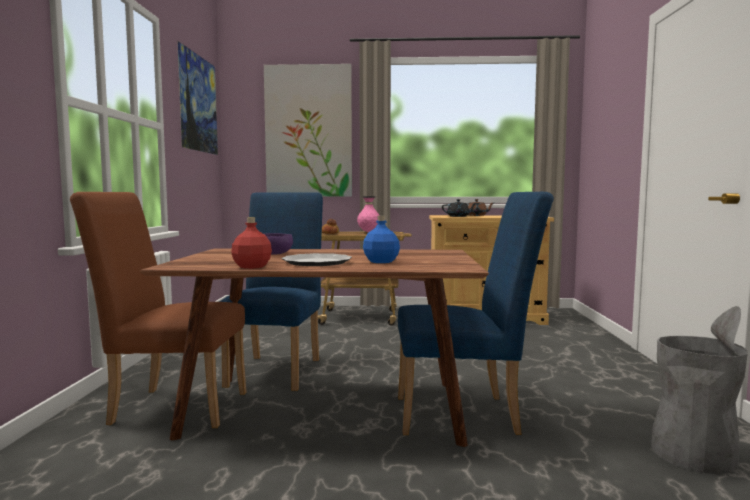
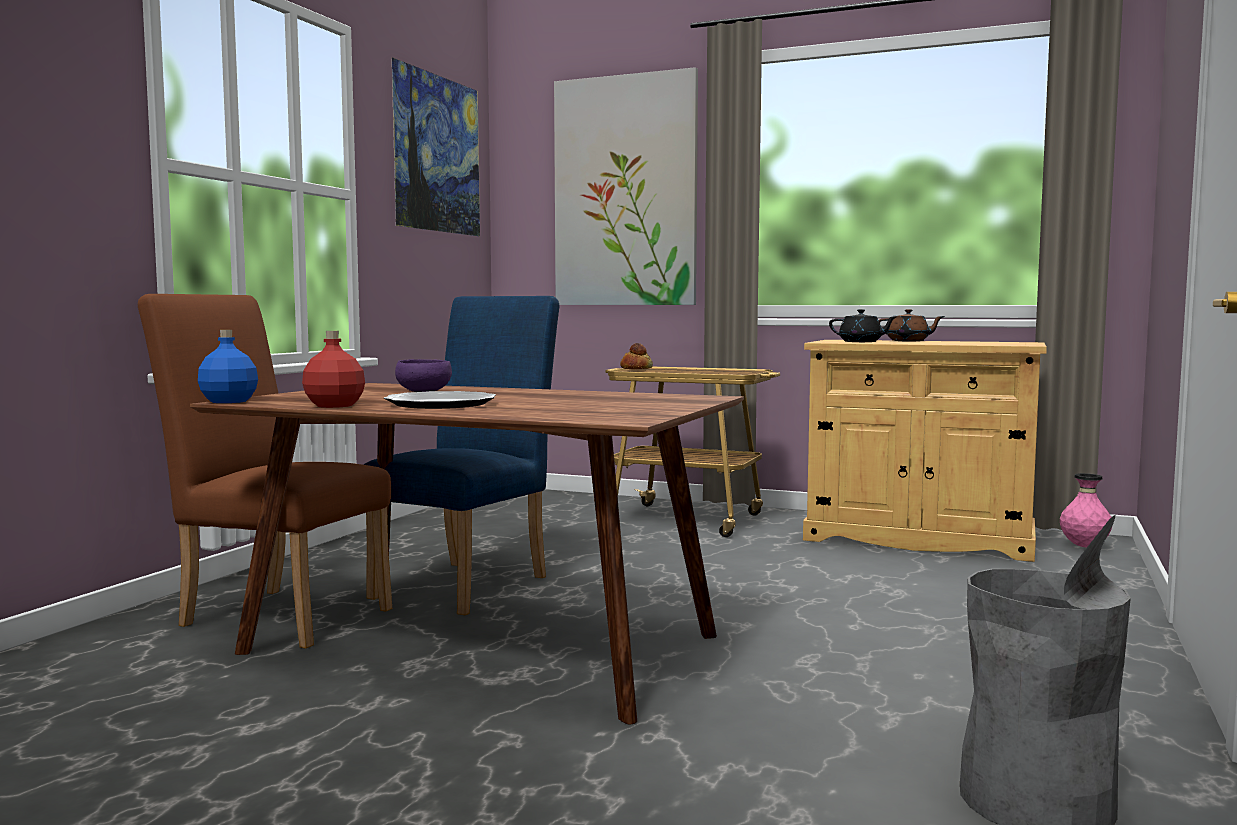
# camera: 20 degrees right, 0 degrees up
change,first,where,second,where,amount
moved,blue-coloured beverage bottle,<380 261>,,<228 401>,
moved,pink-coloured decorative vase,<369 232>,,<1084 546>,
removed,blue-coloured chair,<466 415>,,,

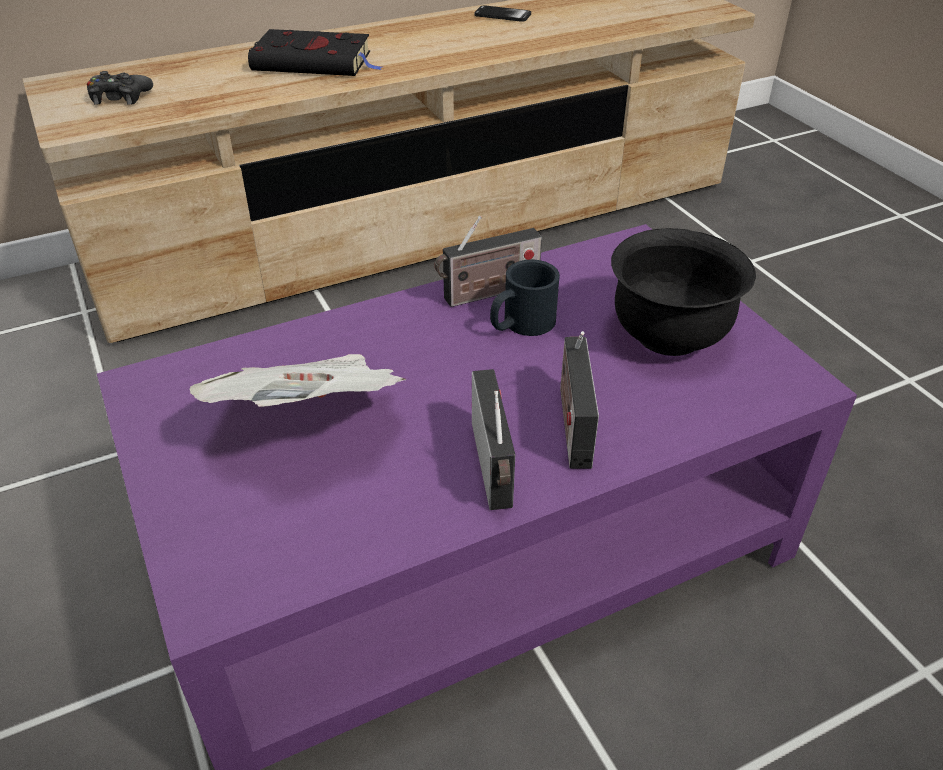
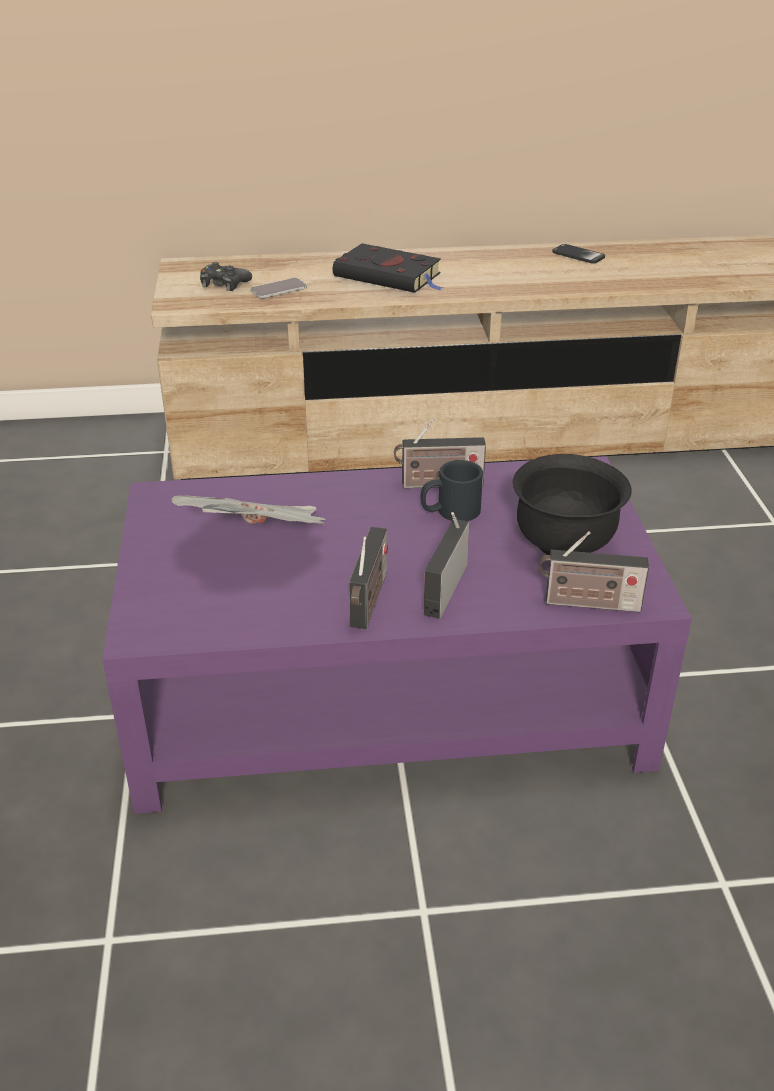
# camera: 20 degrees right, 5 degrees down
change,first,where,second,where,amount
added,,,phone,<278 289>,
added,,,radio set,<587 603>,

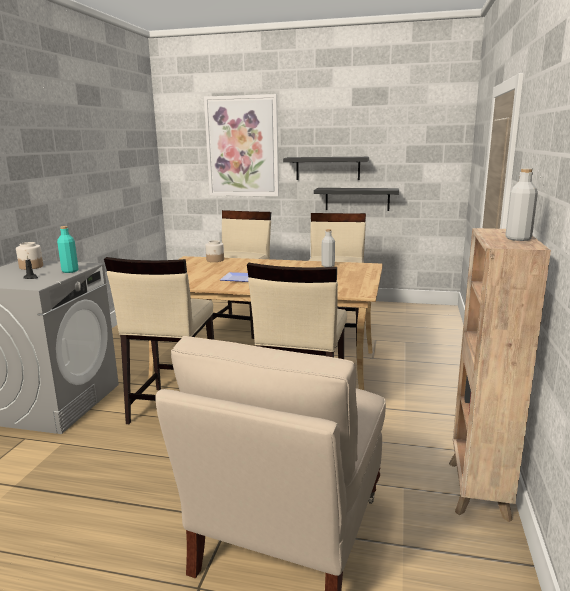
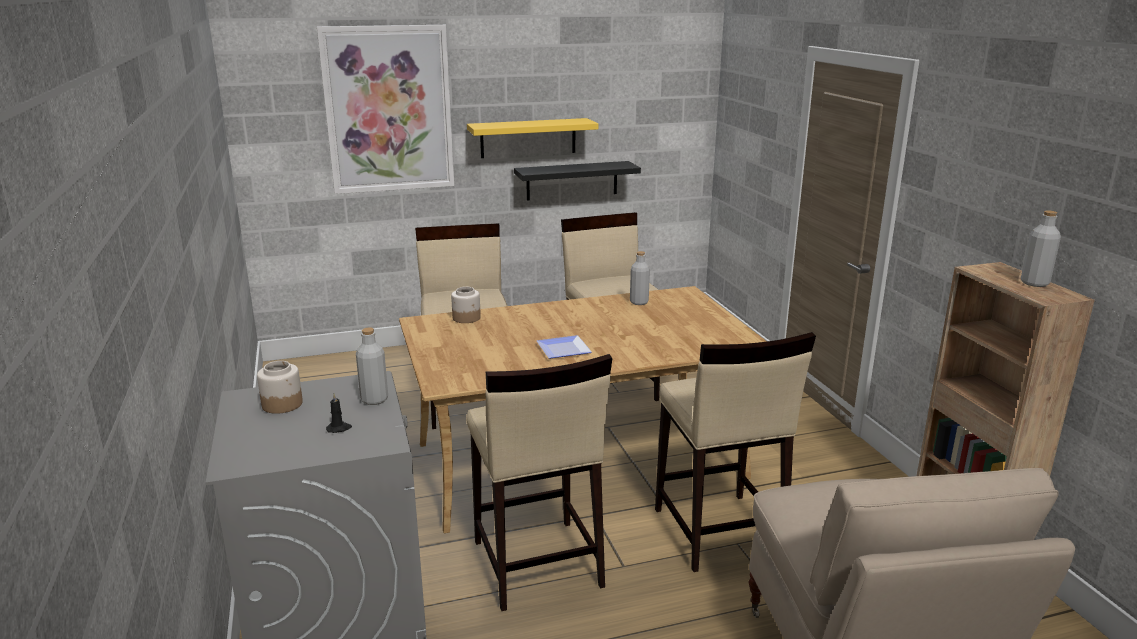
# camera: 30 degrees left, 5 degrees up
change,first,where,second,where,amount
recoloured,turquoise beverage bottle,<70 271>,grey beverage bottle,<374 399>,
recoloured,black-coloured bracket shelf,<327 168>,yellowish bracket shelf,<528 138>,

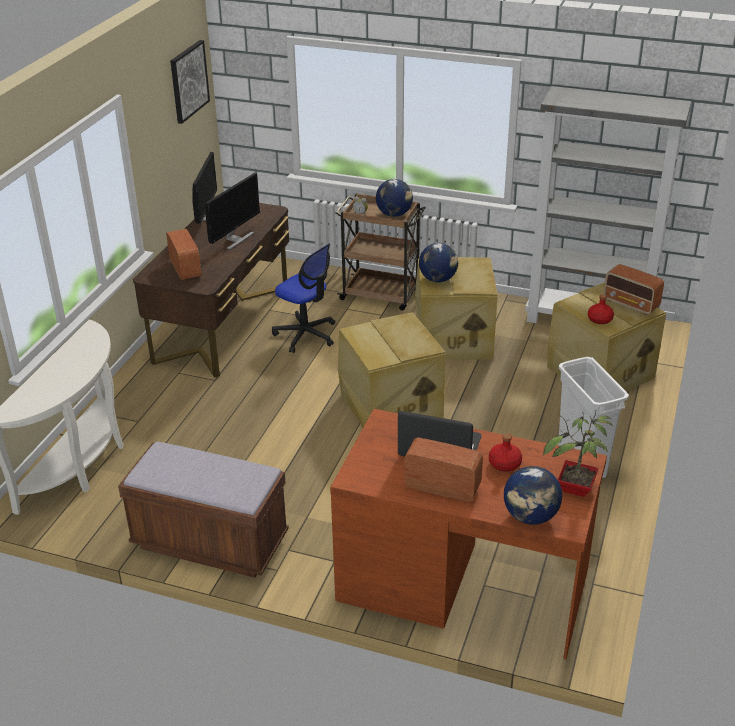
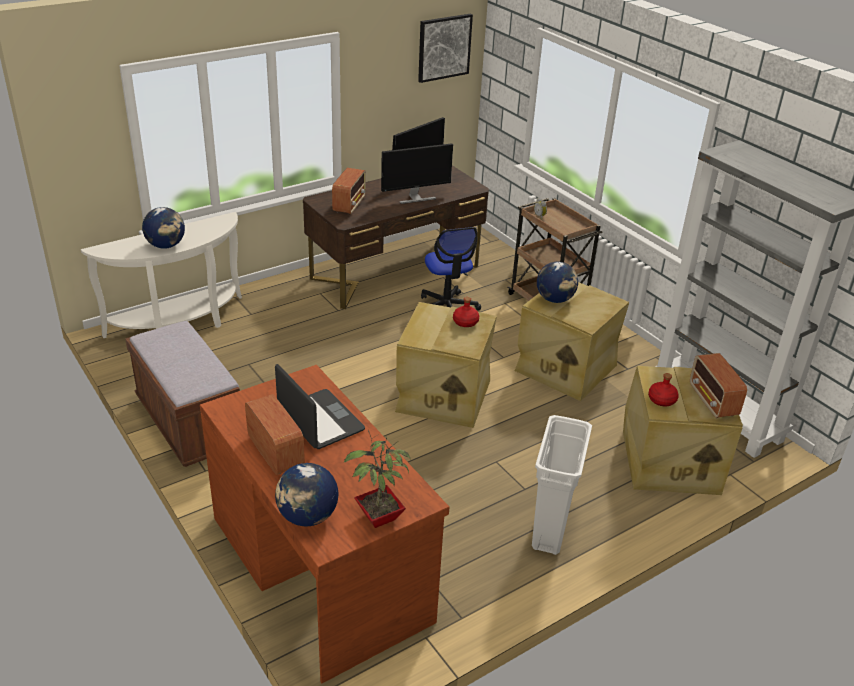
# camera: 35 degrees right, 0 degrees up
change,first,where,second,where,amount
moved,world globe,<394 214>,,<166 245>,
moved,red beverage bottle,<504 463>,,<465 322>,

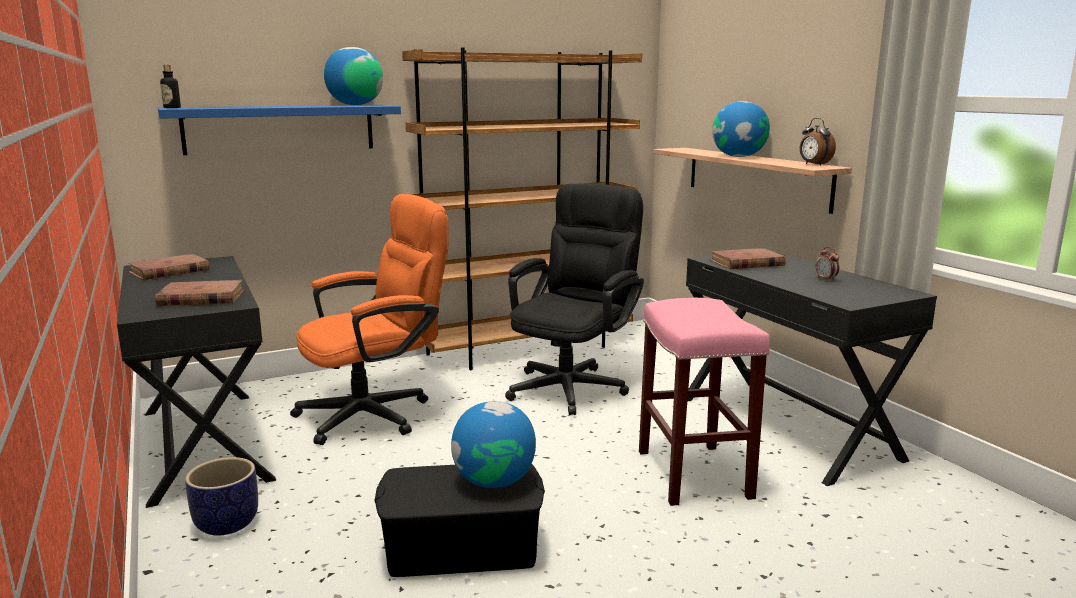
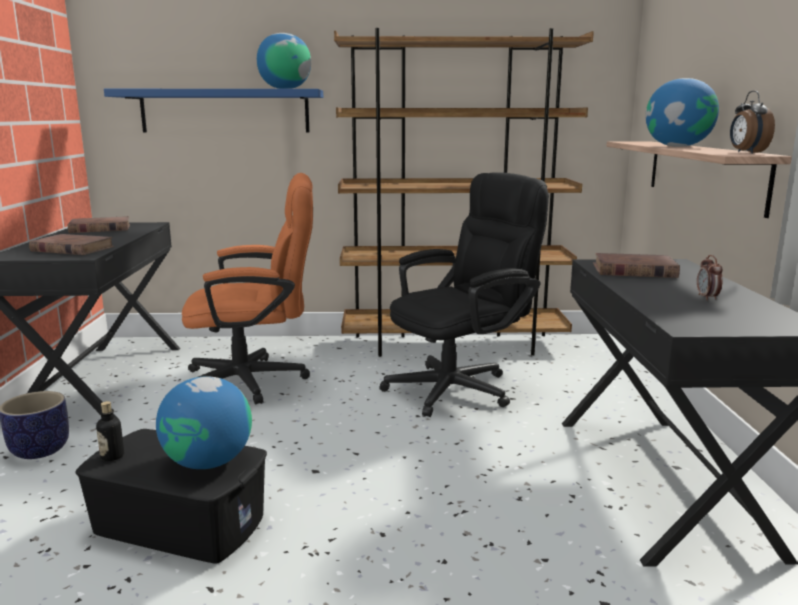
# camera: 25 degrees right, 0 degrees up
change,first,where,second,where,amount
moved,beverage bottle,<172 108>,,<112 456>,
removed,pink-coloured sitting stool,<692 473>,,,

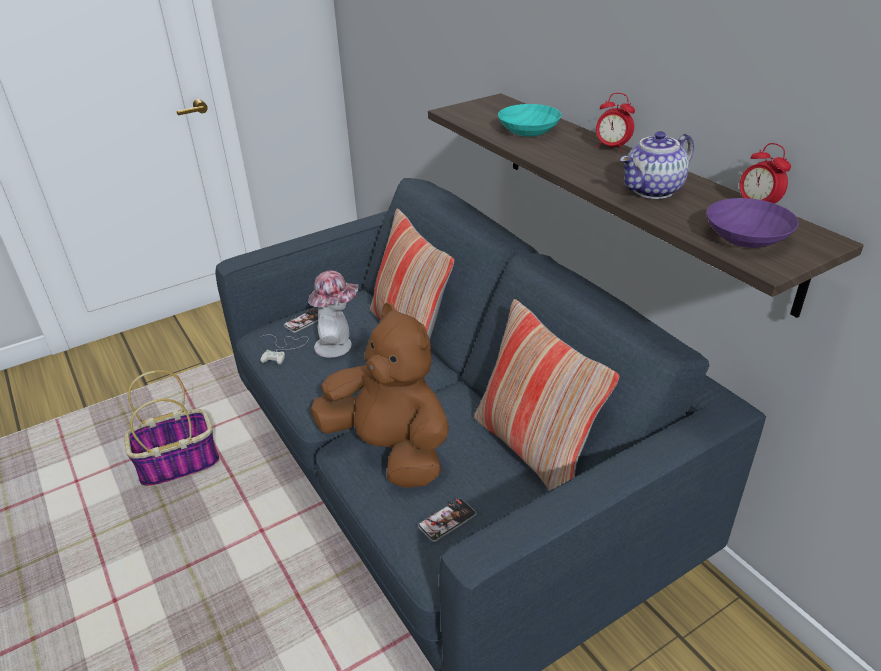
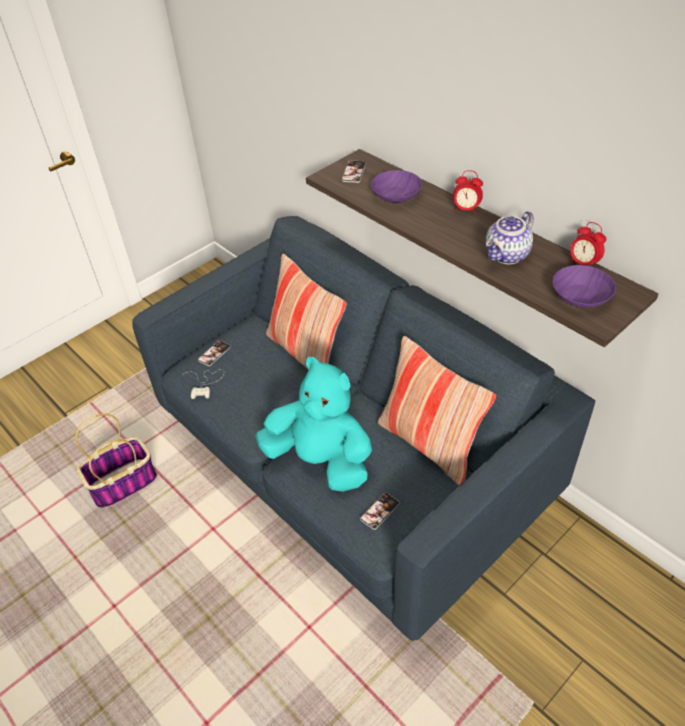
# camera: 10 degrees left, 10 degrees up
change,first,where,second,where,amount
recoloured,brown-coloured plush toy,<390 449>,turquoise plush toy,<321 460>,
added,,,phone,<353 172>,
recoloured,turquoise serving bowl,<527 131>,purplish serving bowl,<395 196>,
removed,clothing hat,<338 345>,,,

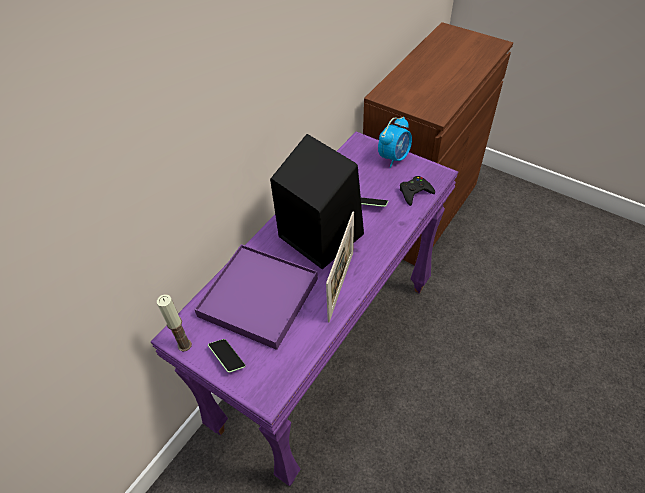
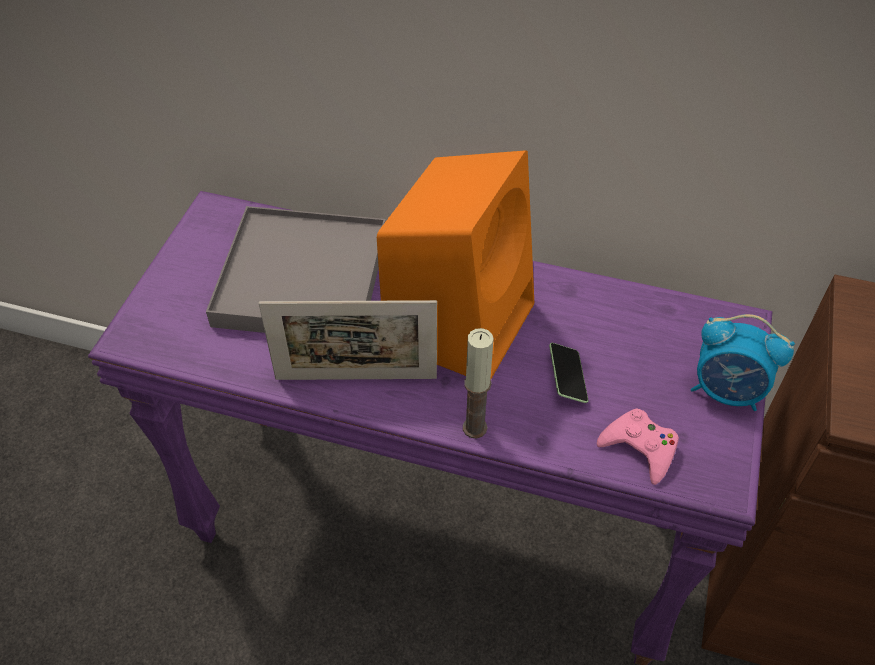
# camera: 70 degrees right, 0 degrees up
change,first,where,second,where,amount
recoloured,purplish carrying tray,<259 298>,grey carrying tray,<301 279>,
recoloured,black-coloured loudspeaker,<318 234>,orangey loudspeaker,<460 320>,
moved,wax candle,<184 345>,,<474 427>,
recoloured,black-coloured game controller,<415 192>,pink-coloured game controller,<640 448>,
removed,phone,<227 358>,,,

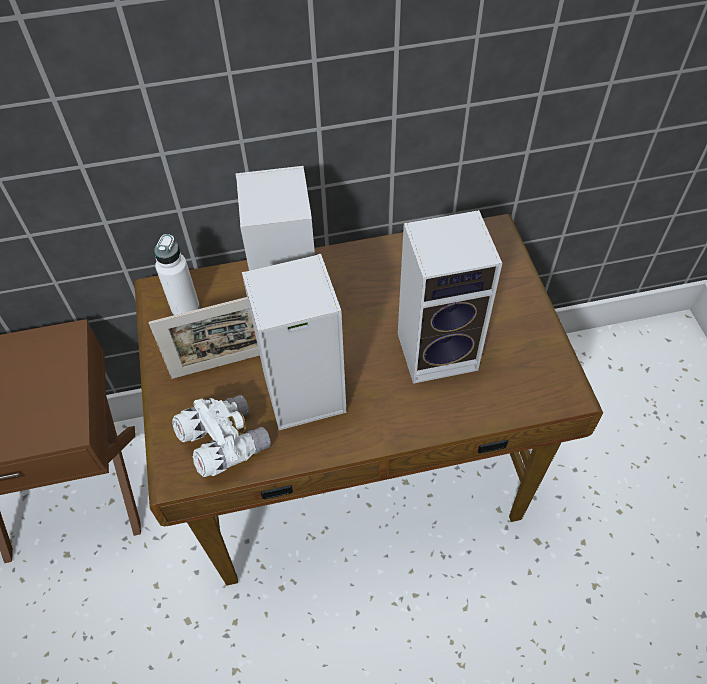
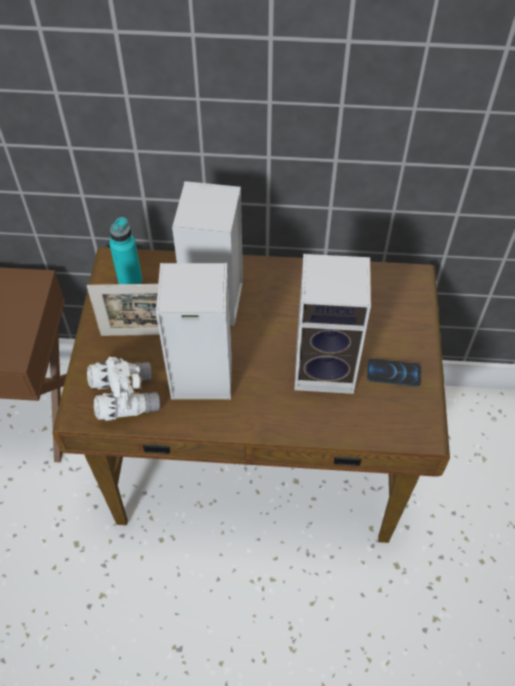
# camera: 15 degrees right, 0 degrees up
change,first,where,second,where,amount
recoloured,white beverage bottle,<185 308>,turquoise beverage bottle,<130 280>,
added,,,phone,<393 373>,

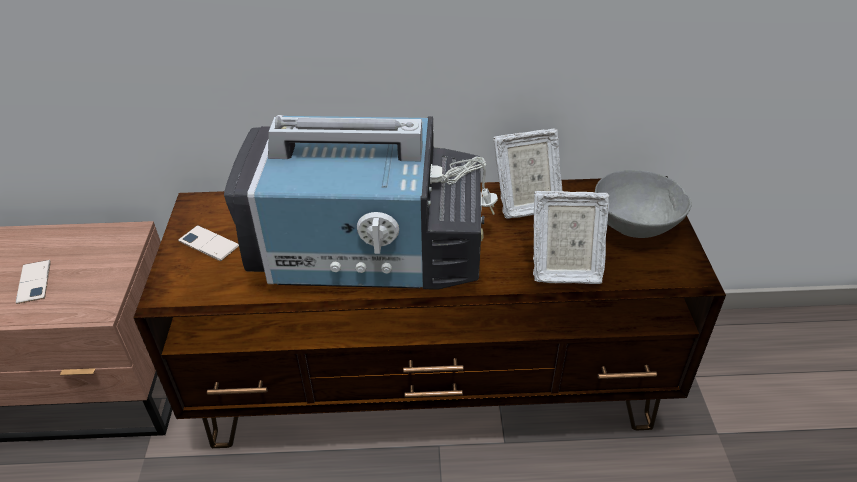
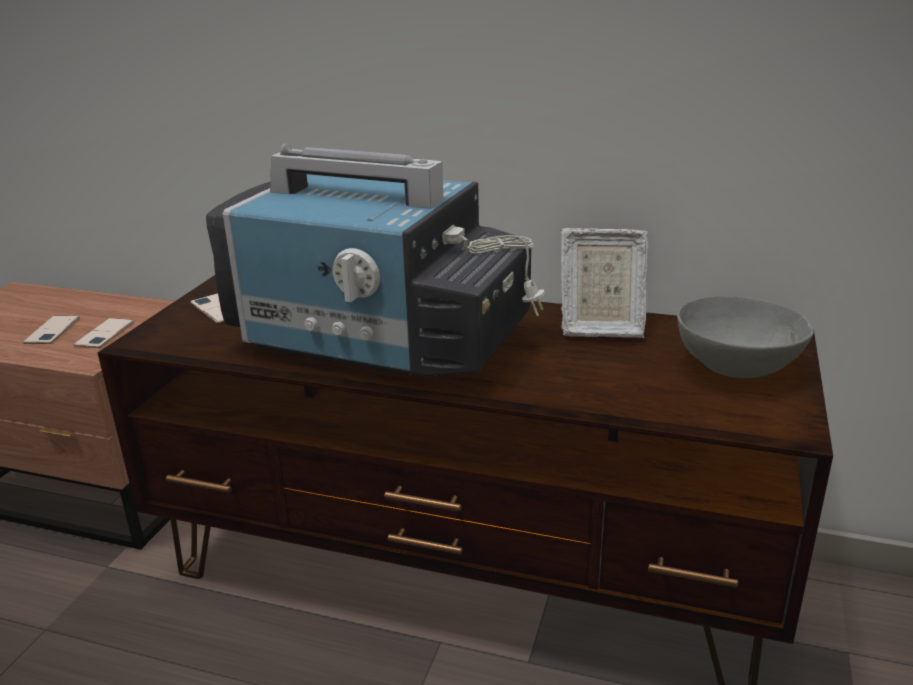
# camera: 20 degrees right, 15 degrees down
change,first,where,second,where,amount
added,,,phone,<105 334>,
removed,picture frame,<564 269>,,,

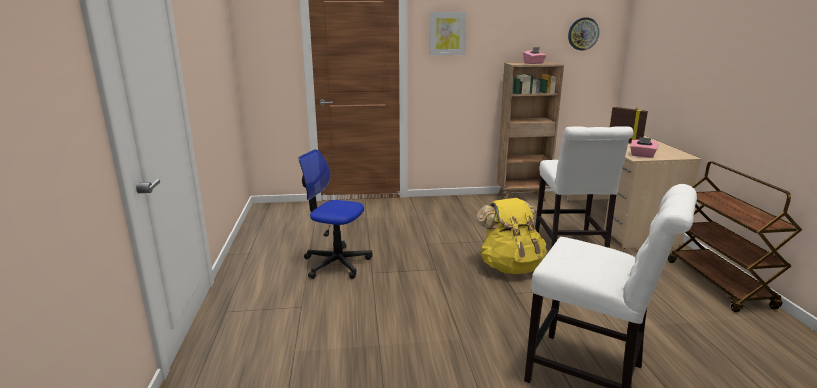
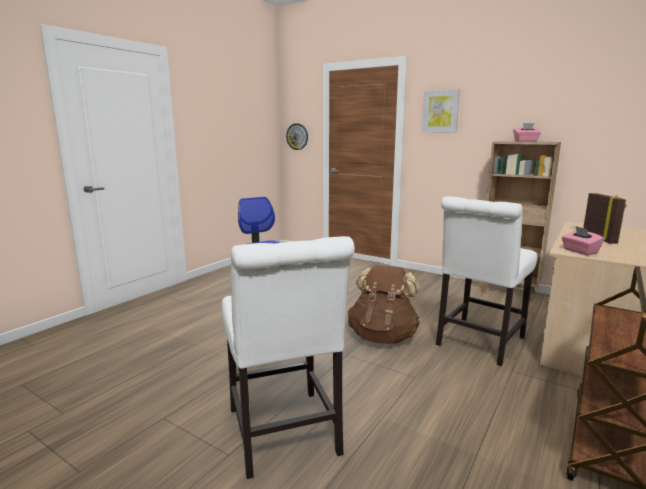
# camera: 40 degrees right, 5 degrees down
change,first,where,second,where,amount
moved,wall clock,<583 34>,,<297 136>,
recoloured,yellowish backpack,<510 266>,brown-coloured backpack,<382 337>,

